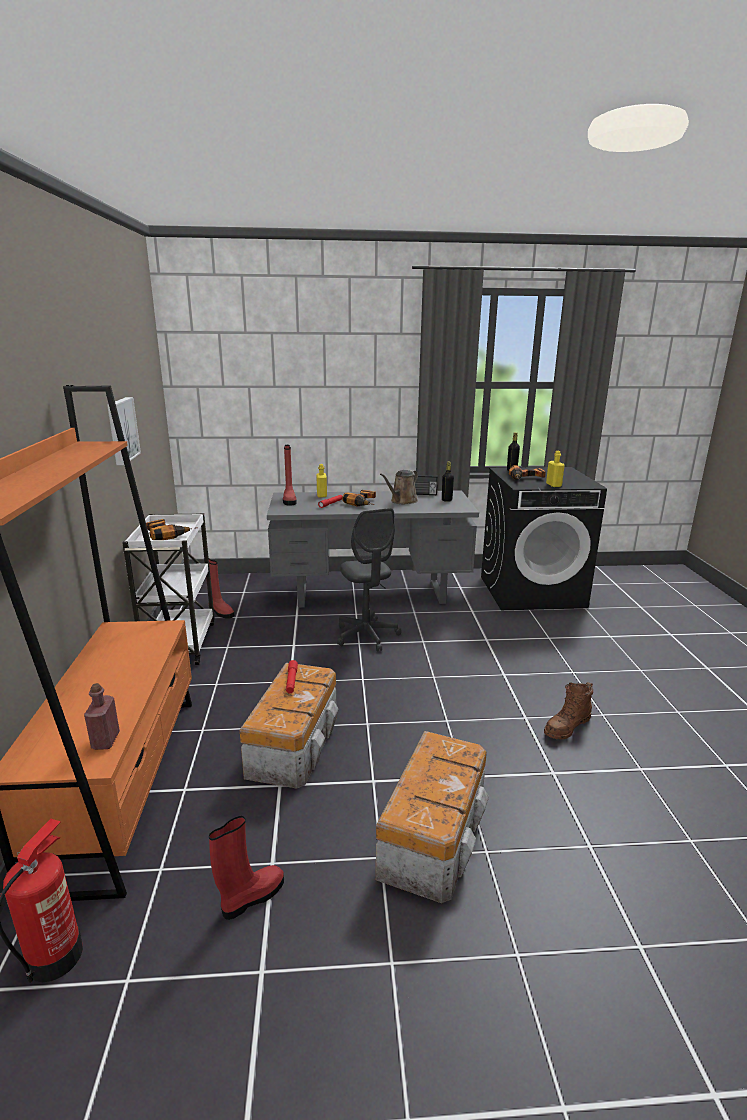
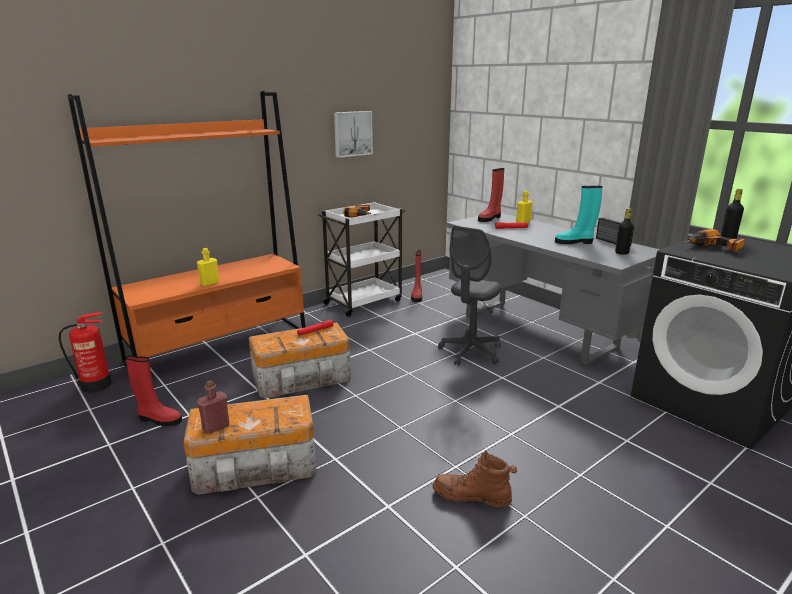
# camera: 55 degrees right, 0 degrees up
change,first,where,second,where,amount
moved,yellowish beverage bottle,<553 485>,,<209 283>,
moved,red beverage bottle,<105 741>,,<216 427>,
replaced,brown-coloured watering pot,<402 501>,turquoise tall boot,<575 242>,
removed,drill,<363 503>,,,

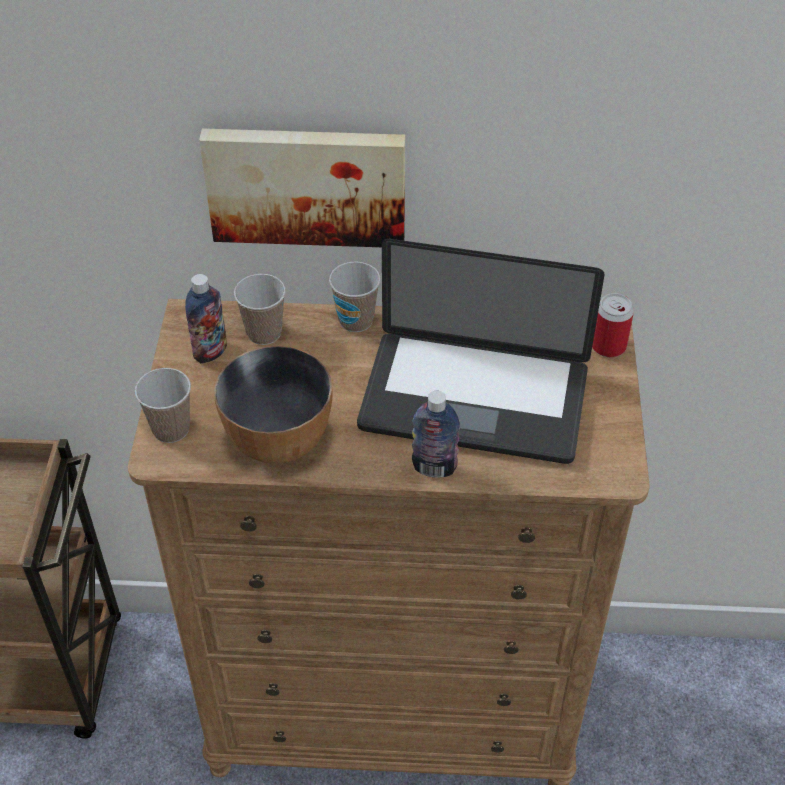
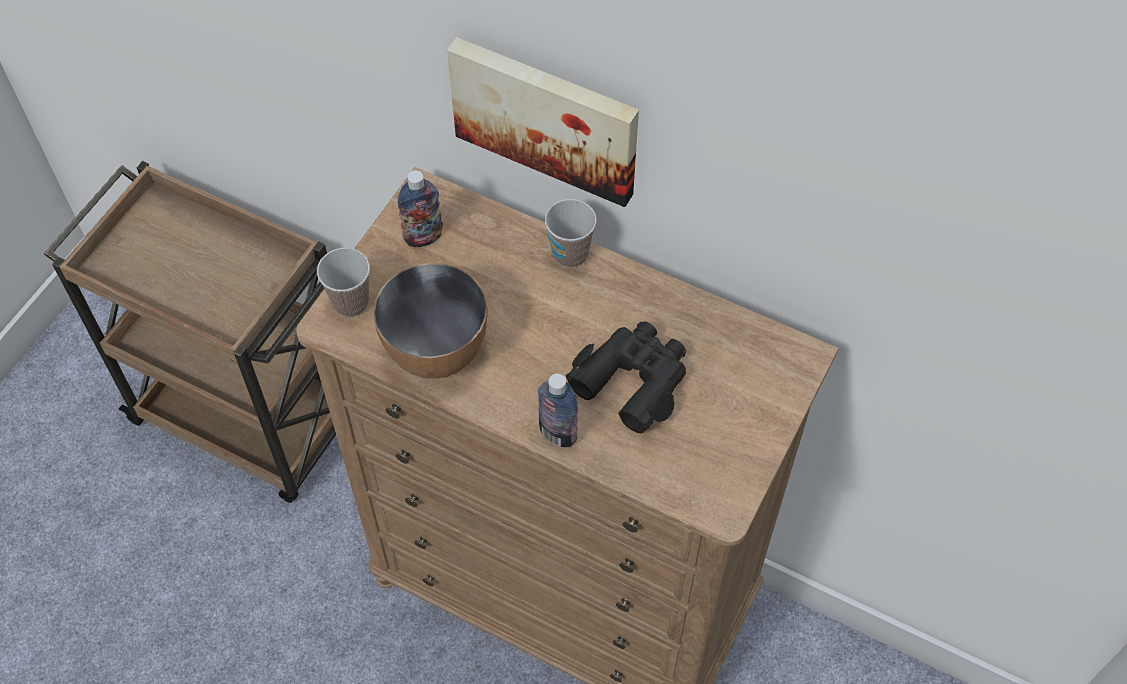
# camera: 25 degrees right, 10 degrees up
change,first,where,second,where,amount
replaced,laptop,<474 399>,black-coloured pair of binoculars,<633 379>,
removed,cup,<264 333>,,,
removed,metal can,<608 346>,,,

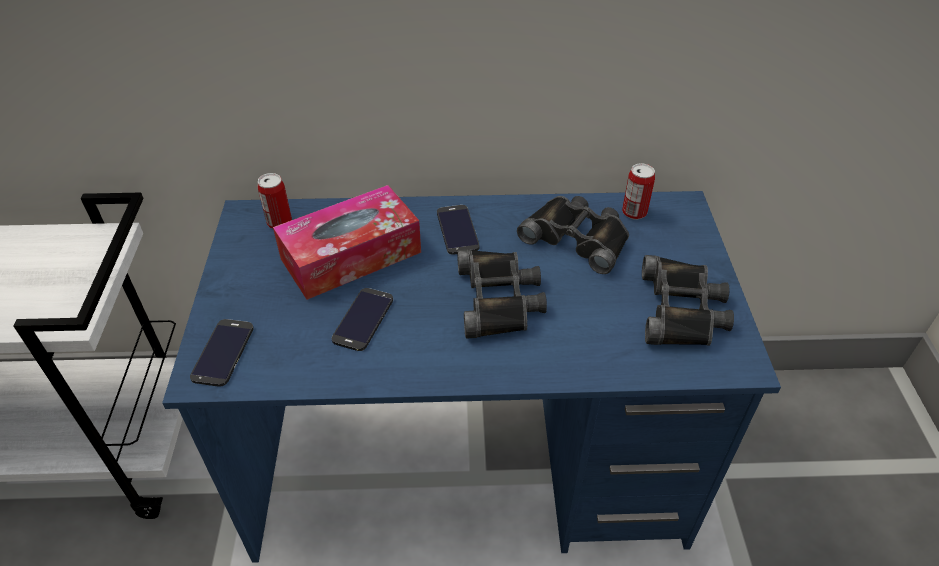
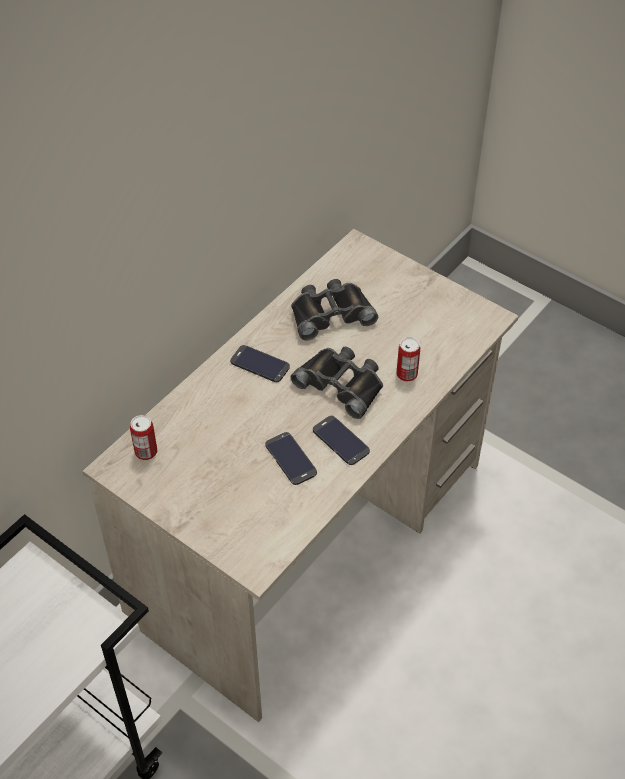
# camera: 50 degrees left, 5 degrees up
change,first,where,second,where,amount
recoloured,blue-coloured desk unit,<470 468>,beige-coloured desk unit,<310 540>,
moved,phone,<223 352>,,<341 440>,
moved,metal can,<634 212>,,<406 374>,
removed,tissue box,<351 256>,,,
removed,black-coloured pair of binoculars,<682 310>,,,

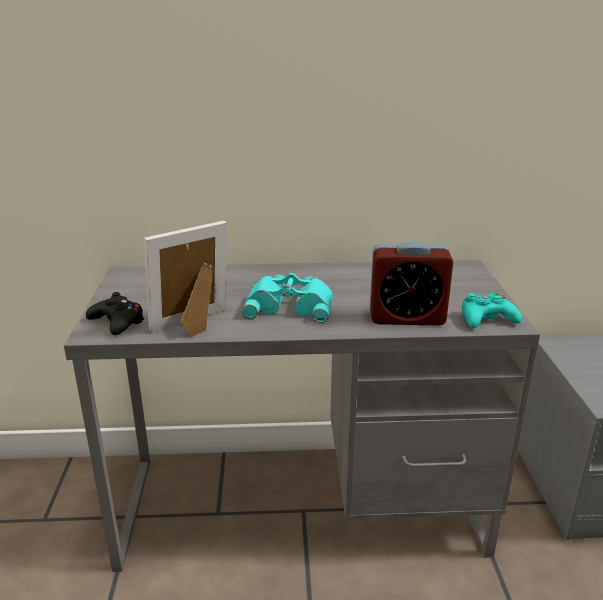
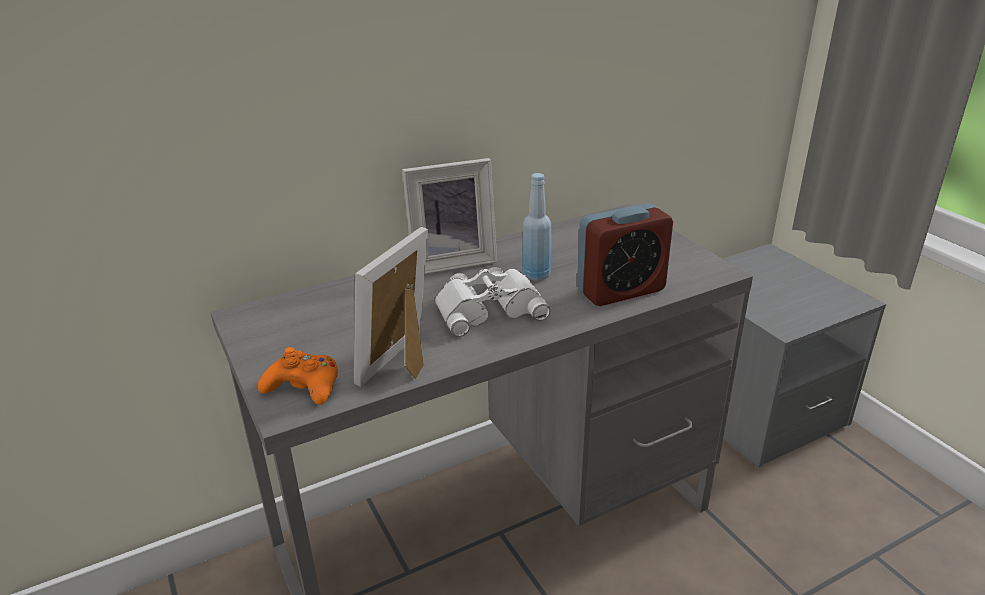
# camera: 25 degrees left, 5 degrees up
change,first,where,second,where,amount
recoloured,black-coloured game controller,<117 322>,orangey game controller,<304 386>,
added,,,picture frame,<451 261>,
recoloured,turquoise pair of binoculars,<290 305>,white pair of binoculars,<488 307>,
added,,,blue-coloured beverage bottle,<536 275>,
removed,turquoise game controller,<486 319>,,,

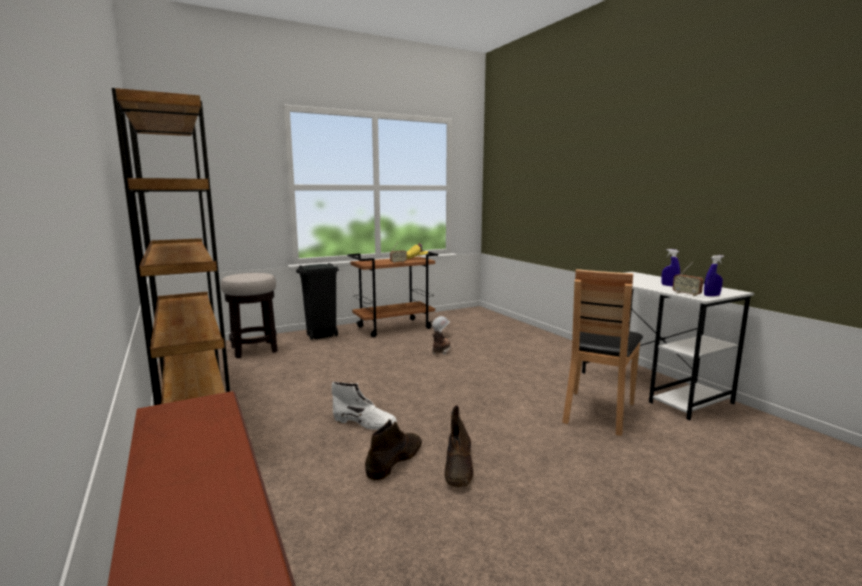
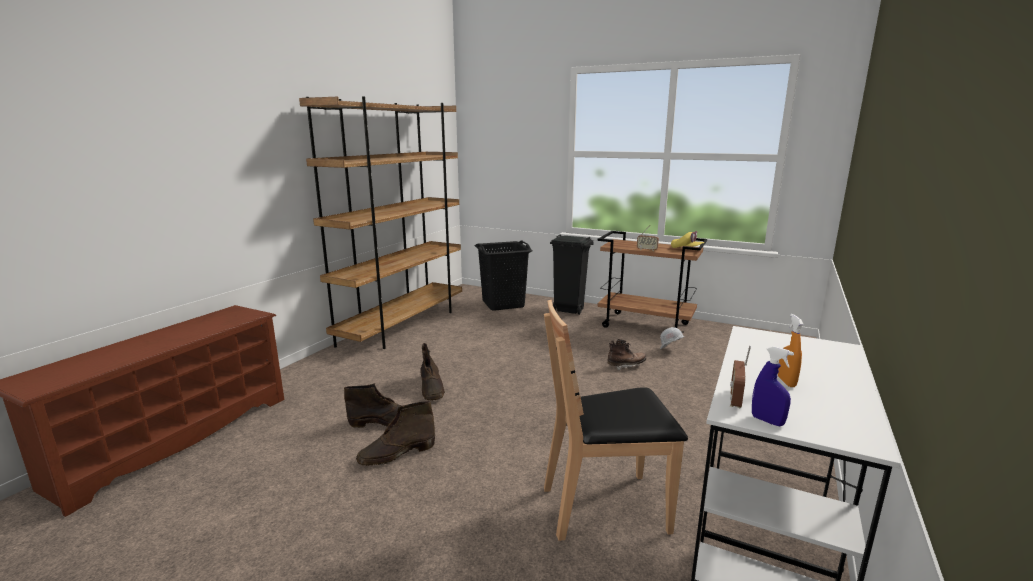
# camera: 55 degrees right, 5 degrees up
change,first,where,second,where,amount
recoloured,white tall boot,<365 422>,brown-coloured tall boot,<432 388>,
replaced,sitting stool,<254 350>,black-coloured washing basket,<503 304>,
recoloured,blue-coloured hand sprayer,<669 286>,orangey hand sprayer,<786 382>,

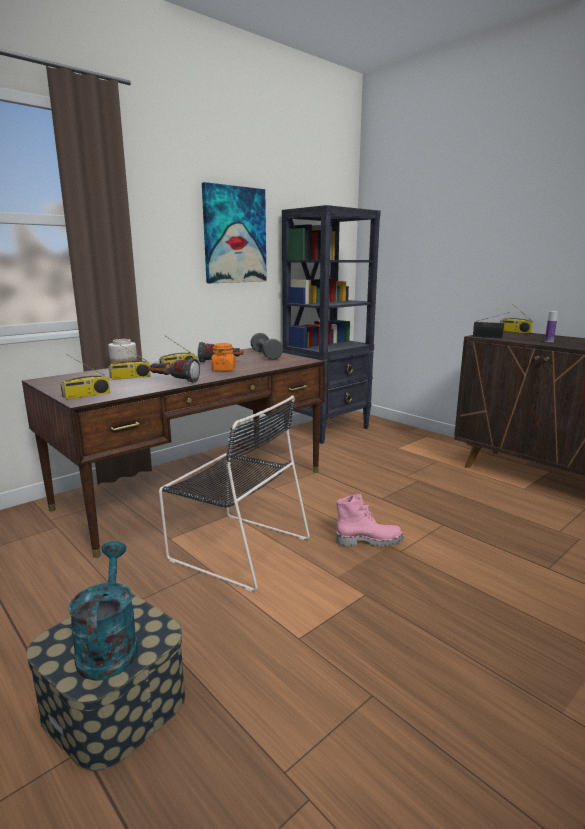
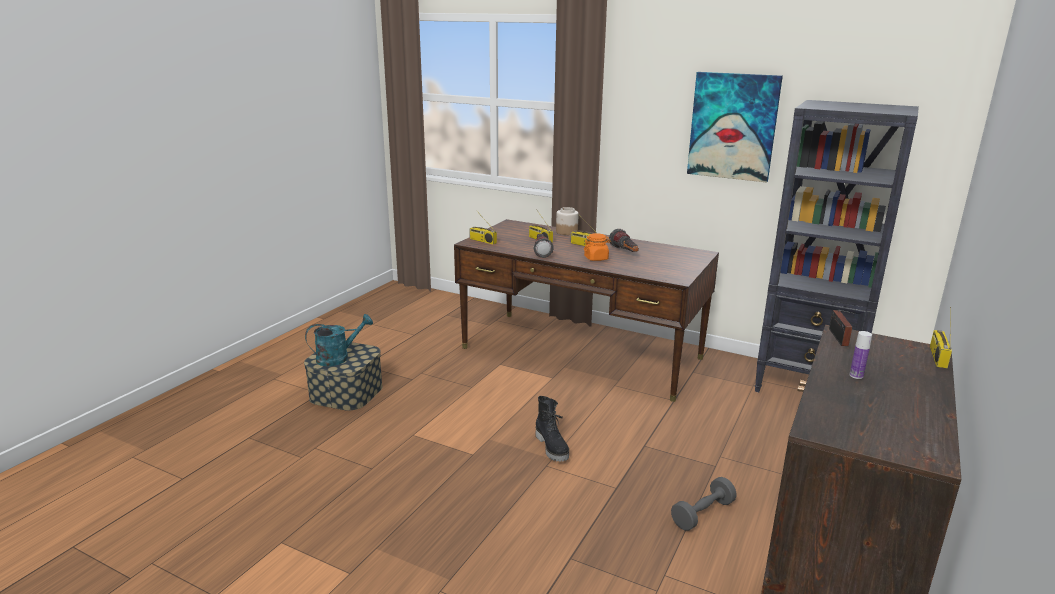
# camera: 70 degrees right, 5 degrees up
change,first,where,second,where,amount
recoloured,pink-coloured tall boot,<369 541>,black-coloured tall boot,<552 447>,
moved,grey dumbbell,<266 355>,,<702 514>,
removed,black-coloured chair,<236 548>,,,

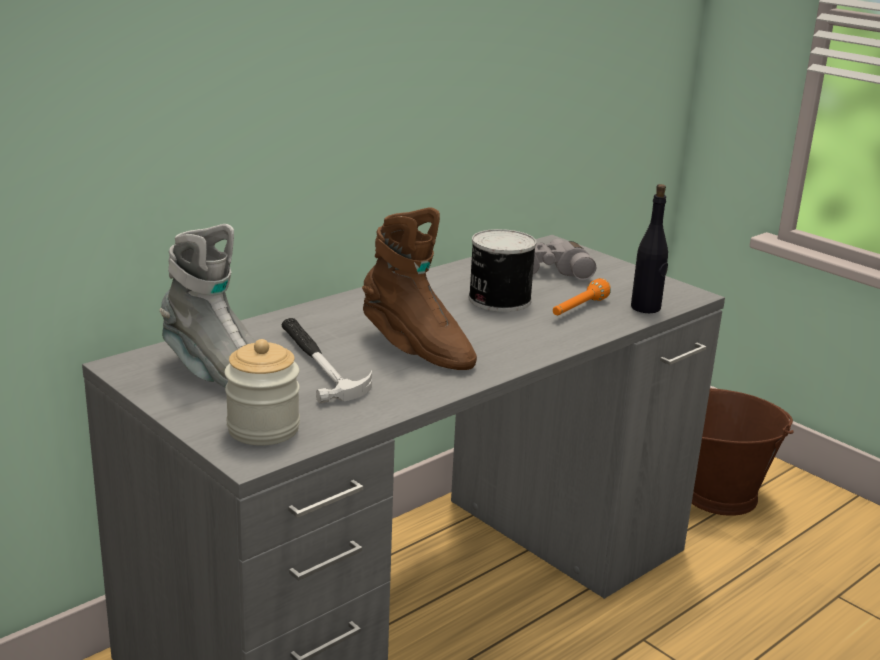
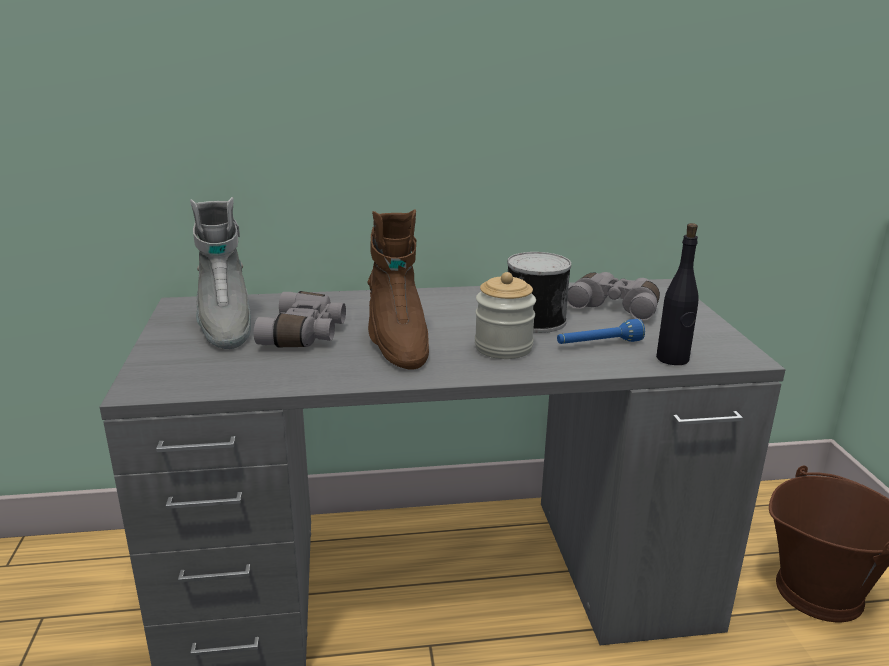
# camera: 35 degrees right, 0 degrees up
change,first,where,second,where,amount
replaced,tool hammer,<319 363>,grey pair of binoculars,<306 334>,
moved,storage jar,<263 429>,,<503 347>,
recoloured,orangey torch,<578 309>,blue-coloured torch,<598 344>,

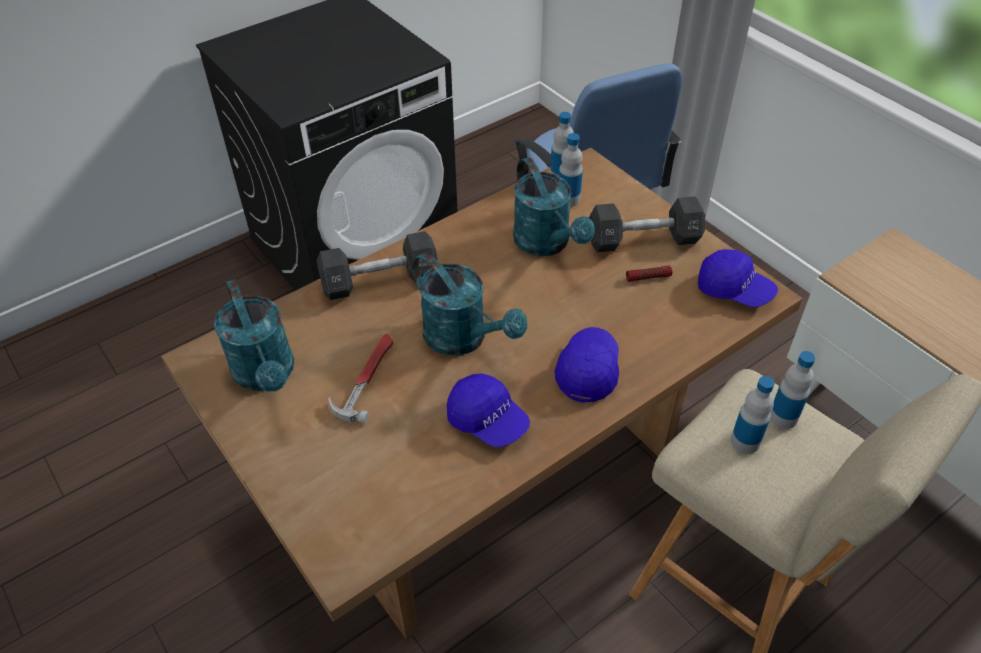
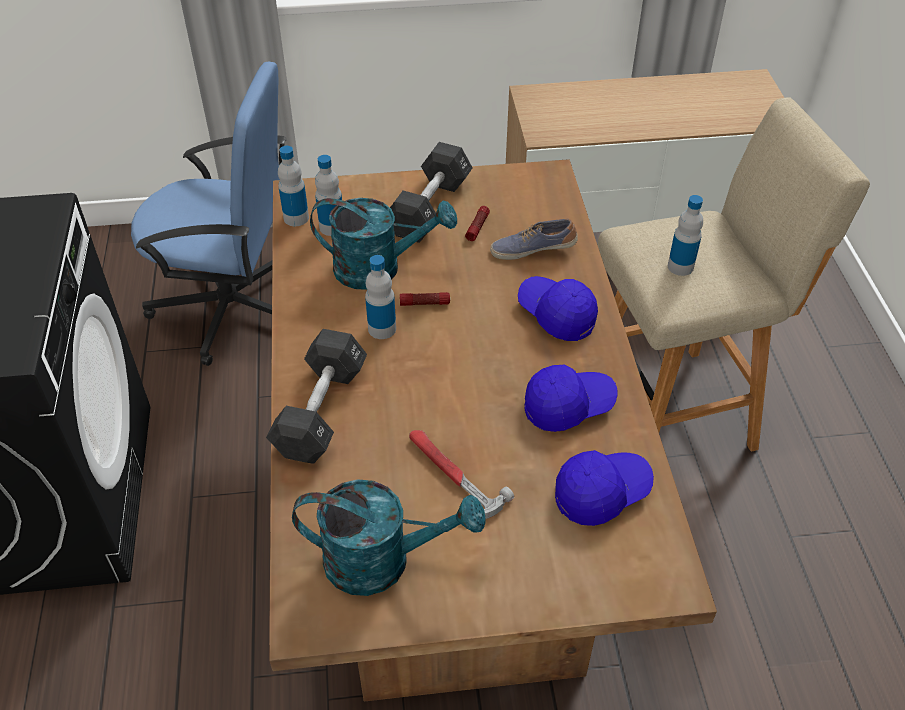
# camera: 60 degrees left, 0 degrees up
change,first,where,second,where,amount
moved,beverage bottle,<783 417>,,<382 329>,
added,,,torch,<424 303>,
added,,,shoe,<532 249>,
moved,blue-coloured peaked cap,<734 290>,,<601 493>,
removed,turquoise watering pot,<464 339>,,,

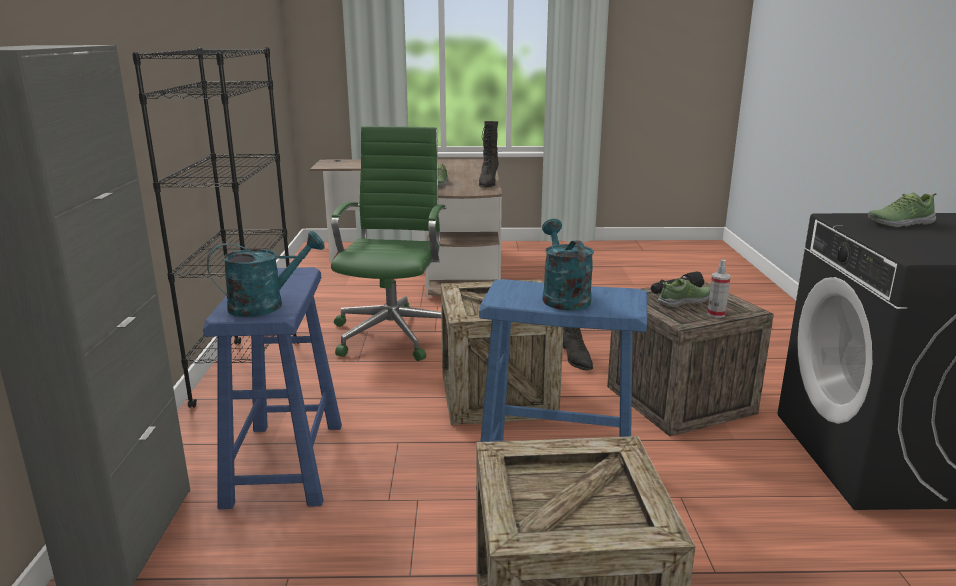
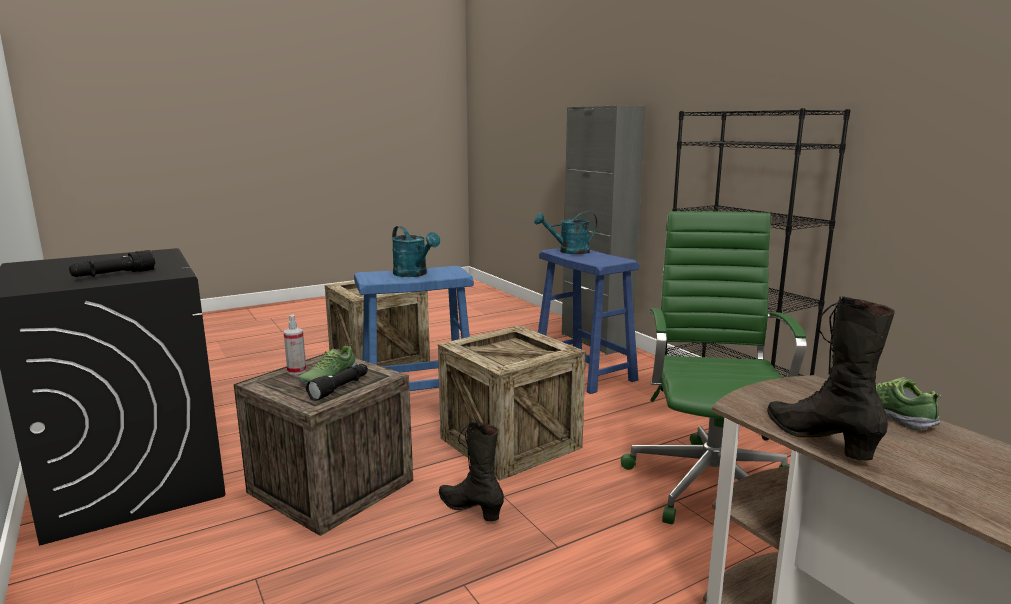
# camera: 150 degrees right, 5 degrees down
change,first,where,second,where,amount
replaced,shoe,<899 223>,black-coloured torch,<114 275>,
turned,turquoise watering pot,<266 305>,,<568 251>,45 degrees clockwise
turned,greenish office chair,<394 333>,,<709 481>,150 degrees counterclockwise

